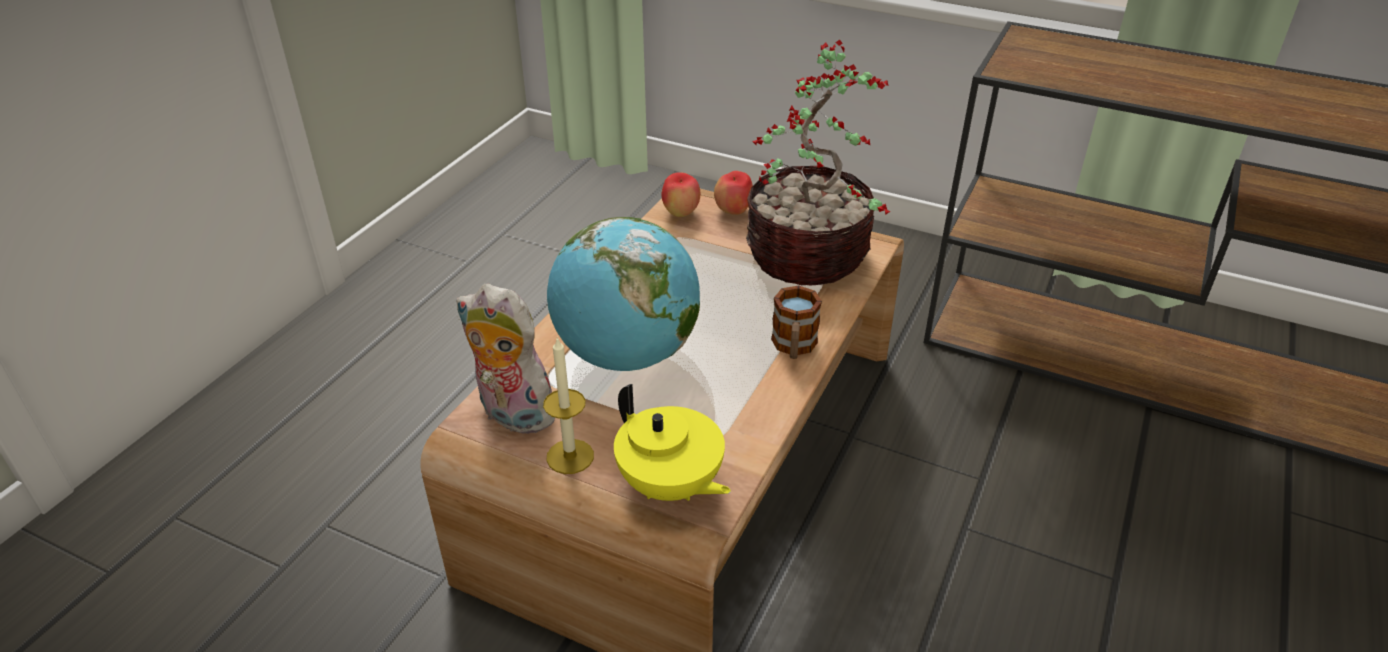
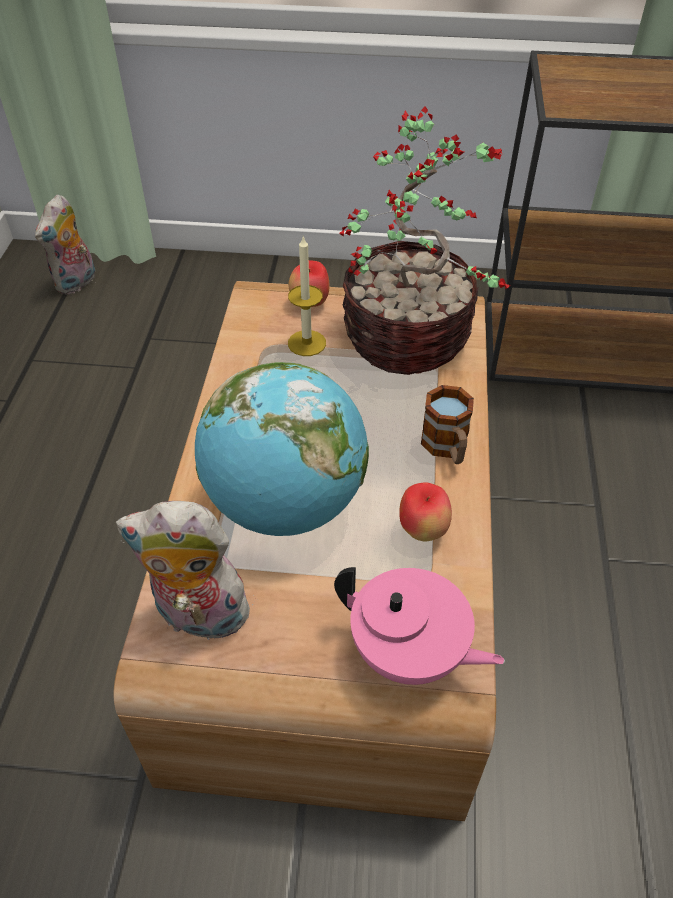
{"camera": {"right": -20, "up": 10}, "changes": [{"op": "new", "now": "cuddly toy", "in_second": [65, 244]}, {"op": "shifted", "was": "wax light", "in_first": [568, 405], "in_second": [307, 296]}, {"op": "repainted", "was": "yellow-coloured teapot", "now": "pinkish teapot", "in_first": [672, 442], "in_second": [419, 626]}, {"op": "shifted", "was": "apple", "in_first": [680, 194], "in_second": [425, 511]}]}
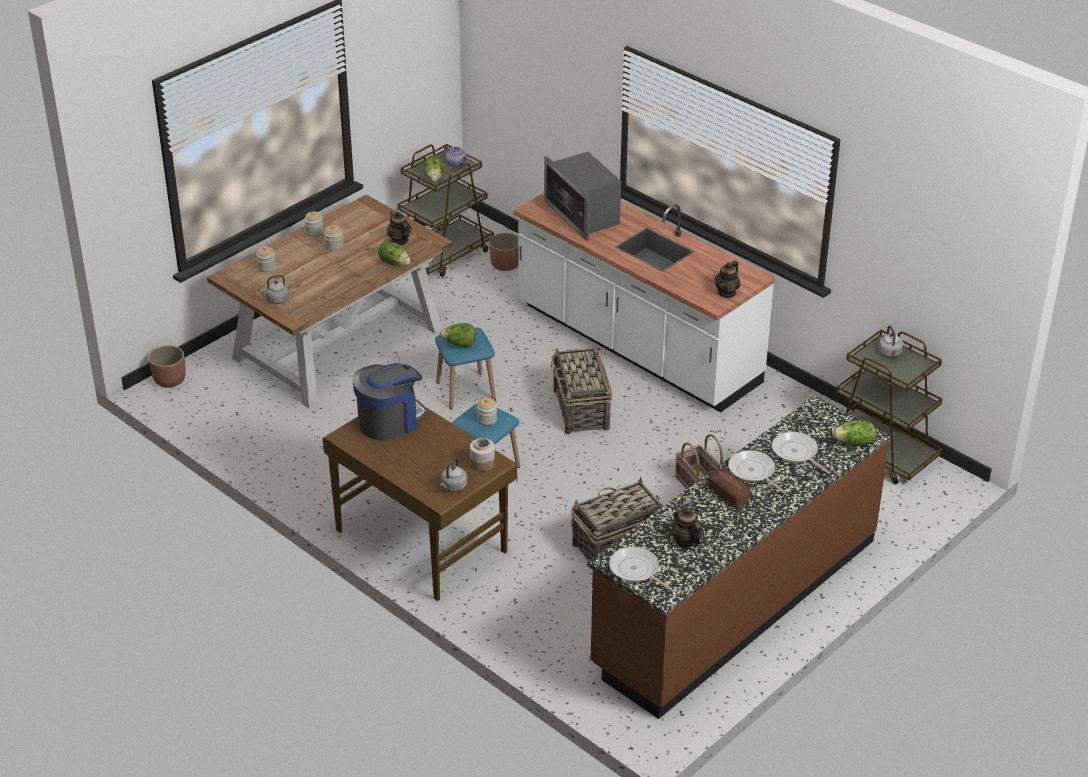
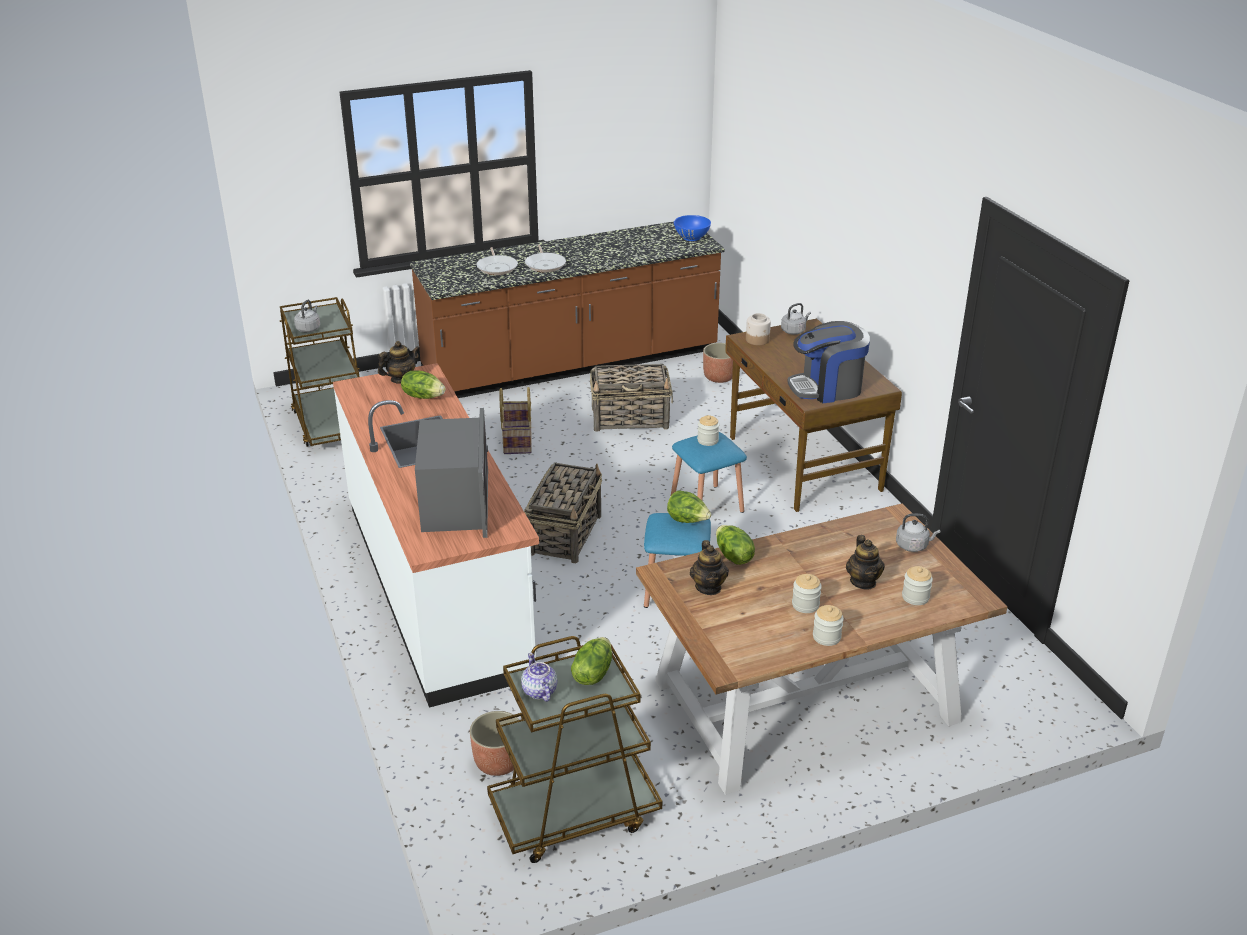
{"camera": {"right": -155, "up": -5}, "changes": [{"op": "shifted", "was": "head of lettuce", "in_first": [854, 433], "in_second": [423, 384]}, {"op": "swapped", "was": "frying pan", "now": "blue-coloured deep dish", "in_first": [642, 569], "in_second": [692, 228]}, {"op": "shifted", "was": "planter", "in_first": [167, 367], "in_second": [718, 363]}, {"op": "shifted", "was": "teapot", "in_first": [687, 526], "in_second": [865, 562]}, {"op": "gone", "was": "baked bread", "in_first": [729, 488]}]}
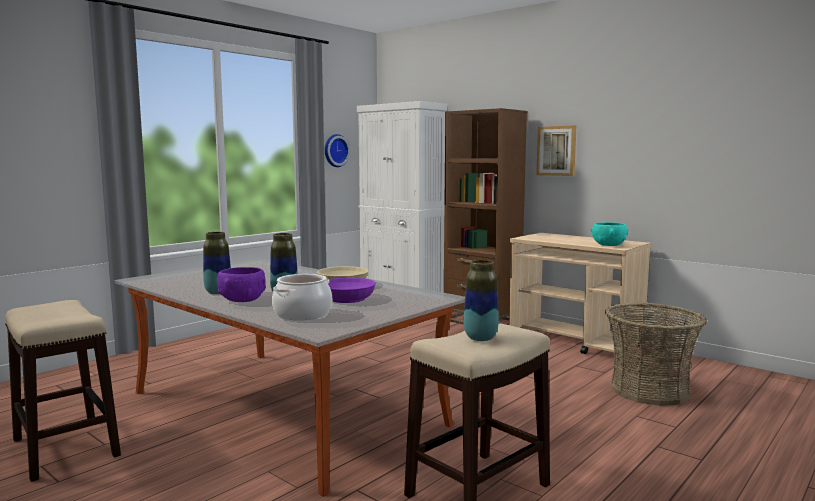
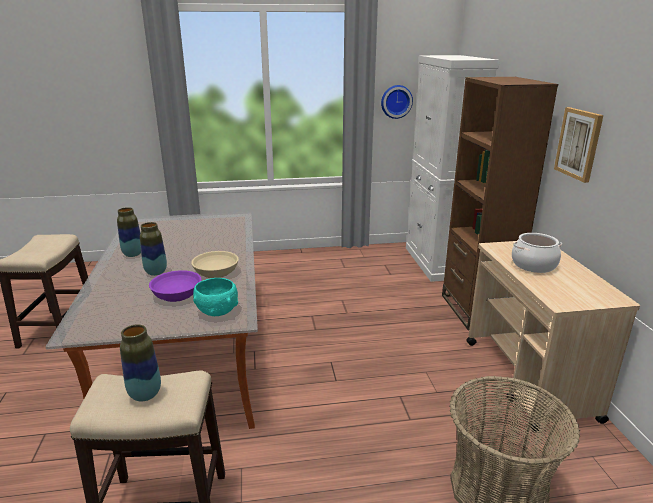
{"camera": {"right": 40, "up": 15}, "changes": [{"op": "shifted", "was": "turquoise deep dish", "in_first": [609, 234], "in_second": [215, 297]}, {"op": "shifted", "was": "stockpot", "in_first": [302, 297], "in_second": [537, 253]}, {"op": "gone", "was": "purple deep dish", "in_first": [241, 284]}]}
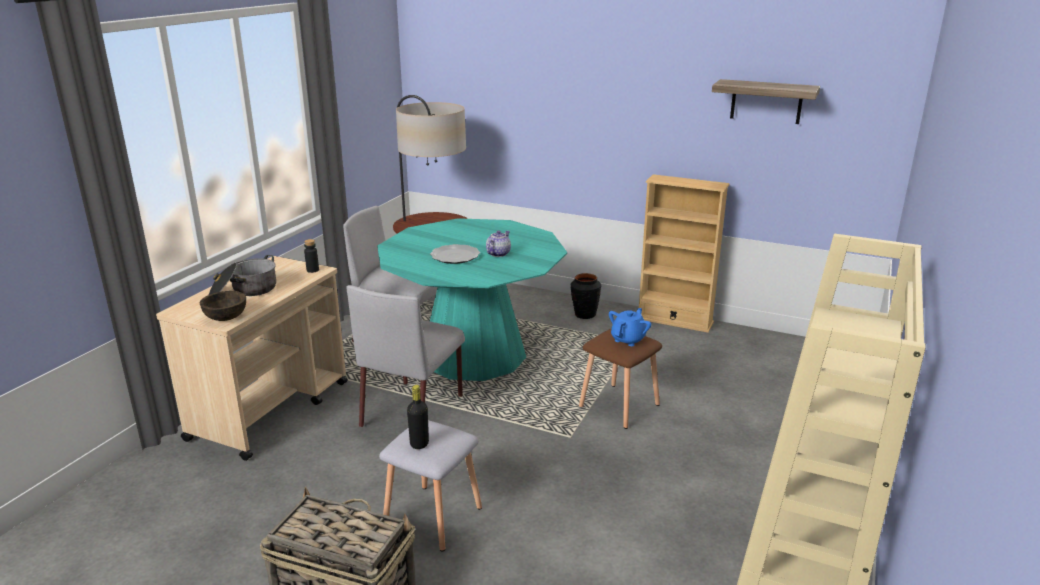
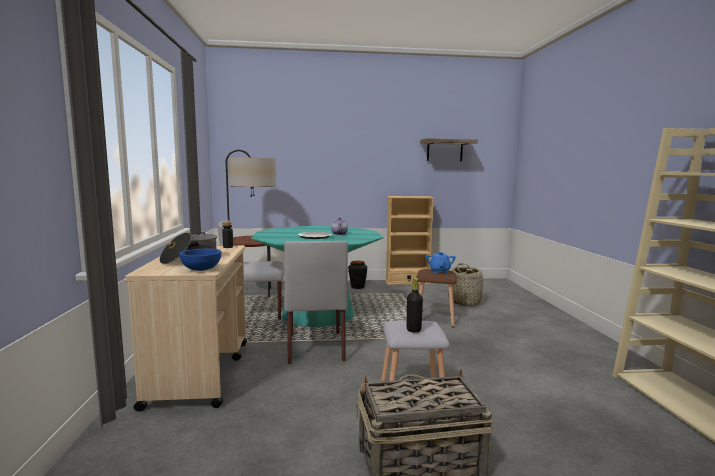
{"camera": {"right": -30, "up": -15}, "changes": [{"op": "repainted", "was": "brownish deep dish", "now": "blue-coloured deep dish", "in_first": [223, 306], "in_second": [200, 259]}, {"op": "new", "now": "storage basket", "in_second": [465, 284]}]}
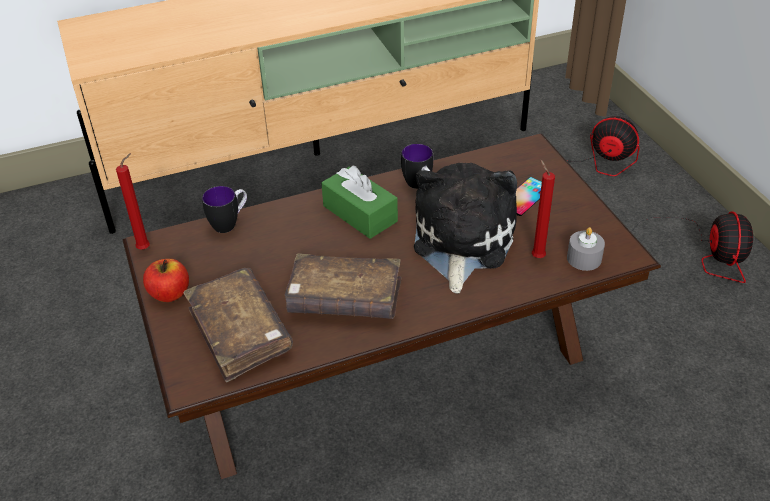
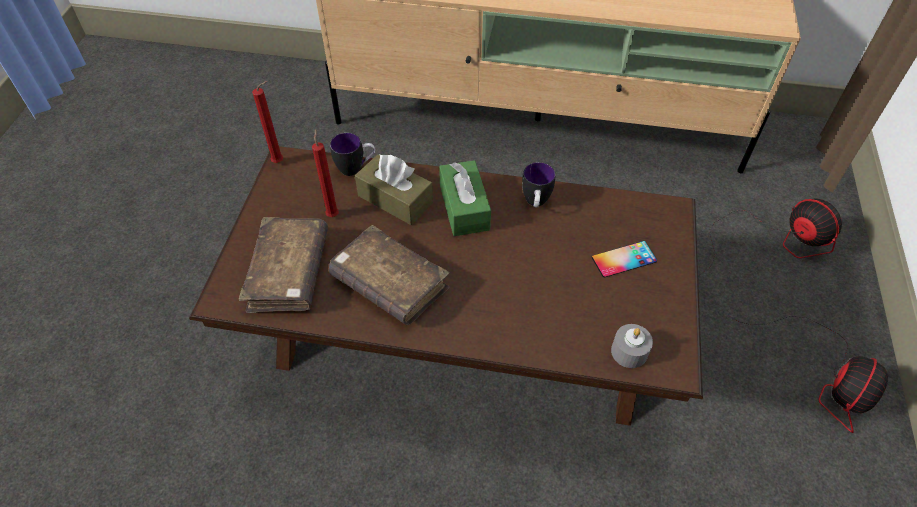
{"camera": {"right": 30, "up": 10}, "changes": [{"op": "shifted", "was": "reddish wax light", "in_first": [543, 208], "in_second": [325, 173]}, {"op": "new", "now": "brownish tissue box", "in_second": [394, 189]}, {"op": "gone", "was": "apple", "in_first": [166, 280]}, {"op": "gone", "was": "cuddly toy", "in_first": [465, 228]}]}
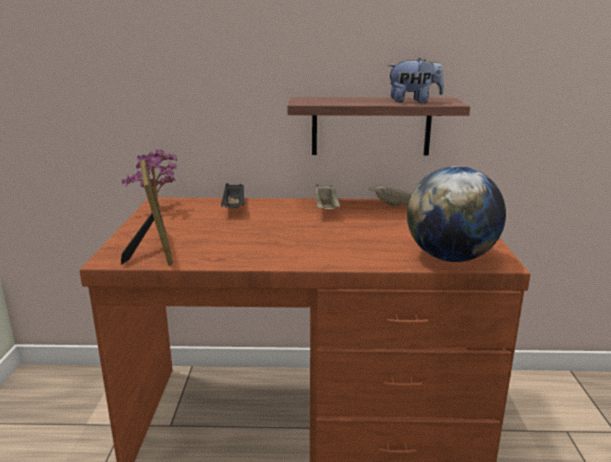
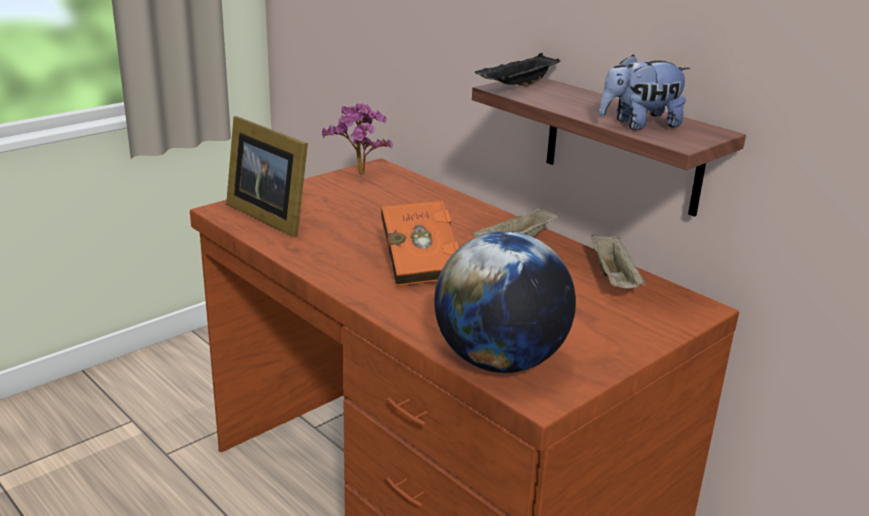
{"camera": {"right": 45, "up": 5}, "changes": [{"op": "rotated", "was": "picture frame", "in_first": [147, 213], "in_second": [267, 176], "clockwise": 105}, {"op": "new", "now": "orange-coloured volume", "in_second": [420, 244]}, {"op": "shifted", "was": "black-coloured carrying tray", "in_first": [233, 195], "in_second": [517, 70]}, {"op": "rotated", "was": "cuddly toy", "in_first": [415, 80], "in_second": [644, 92], "clockwise": 120}]}
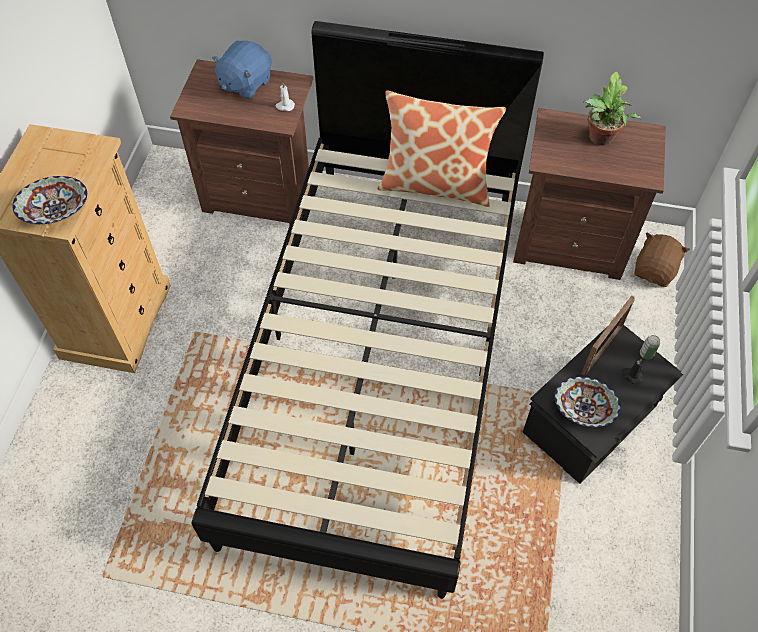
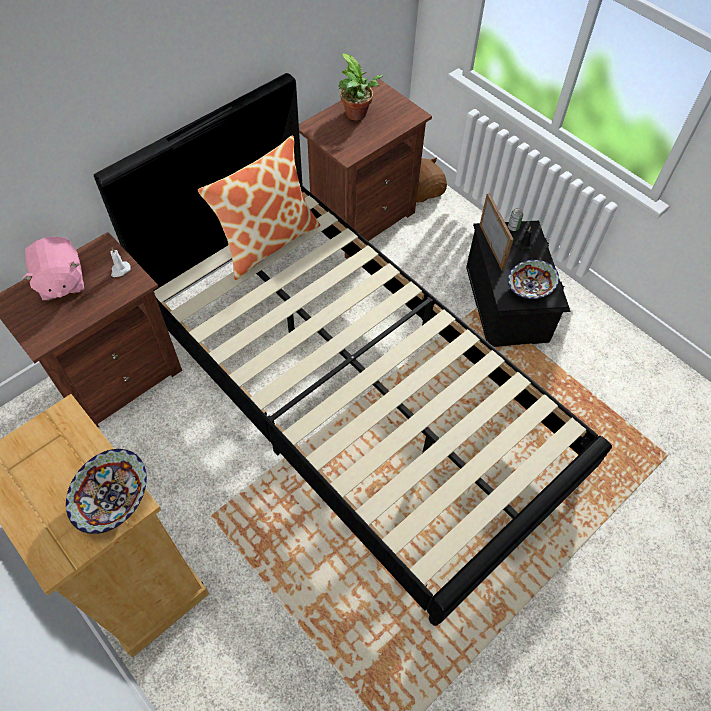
{"camera": {"right": -55, "up": 0}, "changes": [{"op": "repainted", "was": "blue-coloured cuddly toy", "now": "pinkish cuddly toy", "in_first": [242, 70], "in_second": [53, 269]}]}
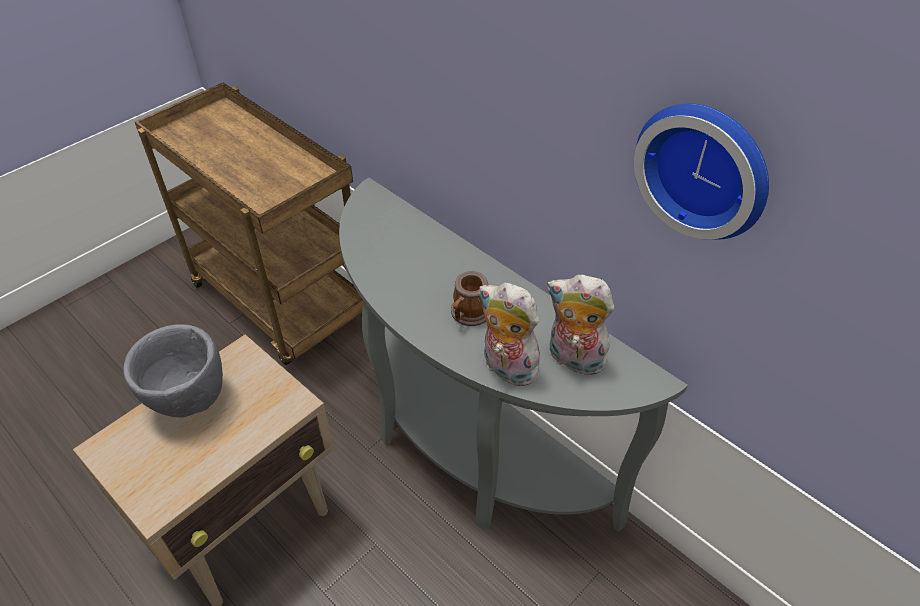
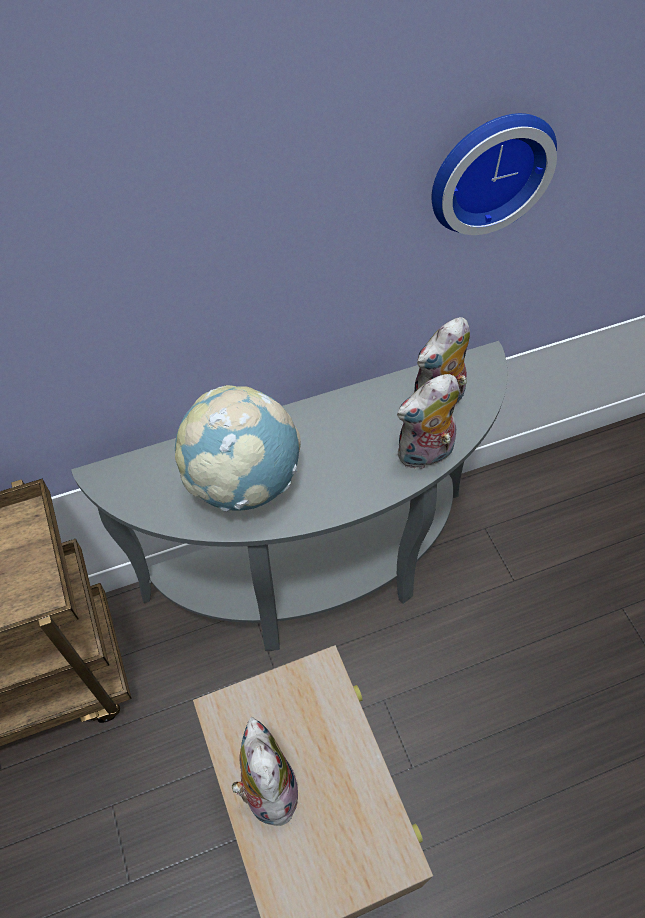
{"camera": {"right": -65, "up": 10}, "changes": [{"op": "new", "now": "globe", "in_second": [238, 448]}, {"op": "swapped", "was": "greyish deep dish", "now": "cuddly toy", "in_first": [173, 371], "in_second": [266, 771]}, {"op": "gone", "was": "mug", "in_first": [469, 298]}]}
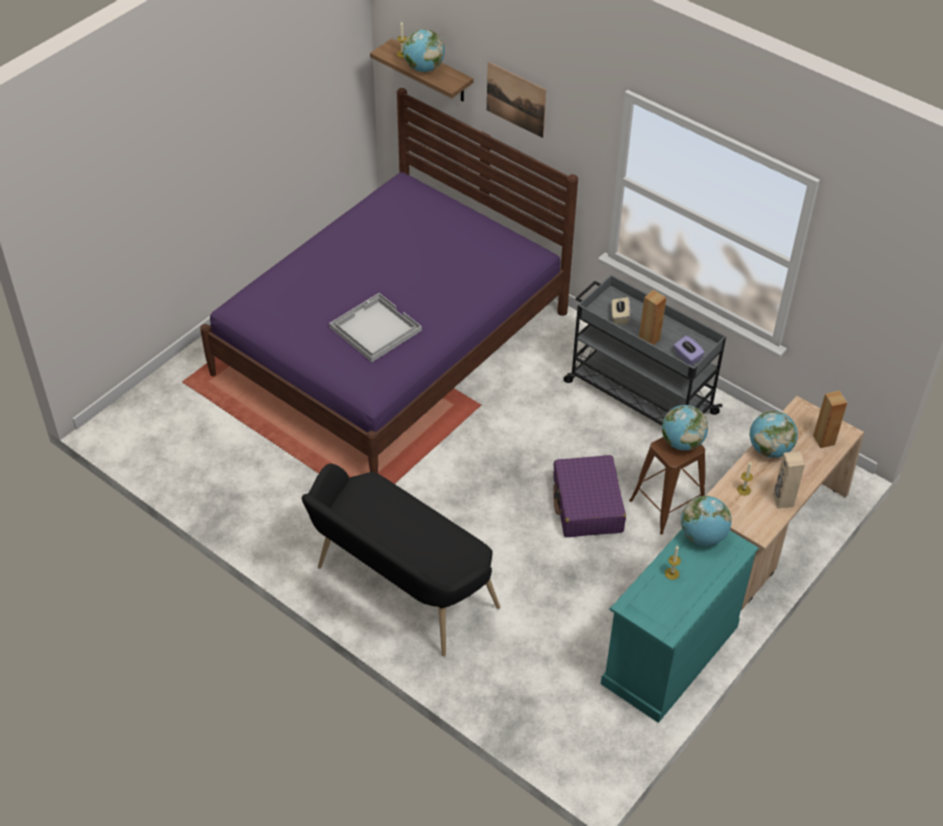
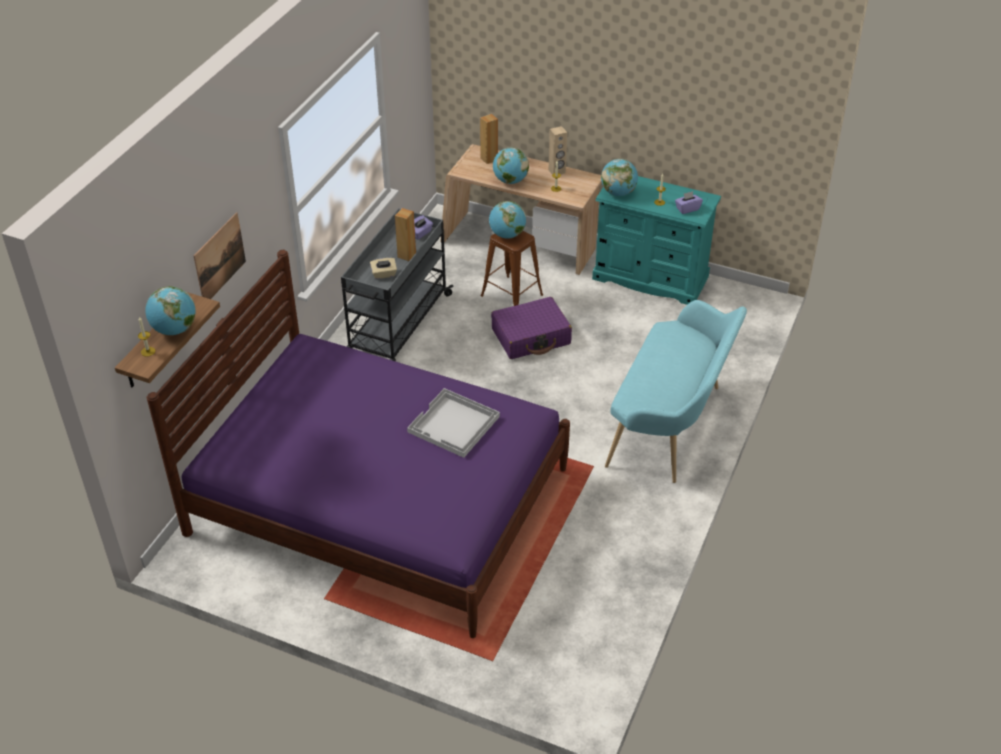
{"camera": {"right": -105, "up": -5}, "changes": [{"op": "repainted", "was": "black-coloured long seat", "now": "turquoise long seat", "in_first": [401, 560], "in_second": [676, 391]}, {"op": "new", "now": "purple tissue box", "in_second": [689, 202]}]}
